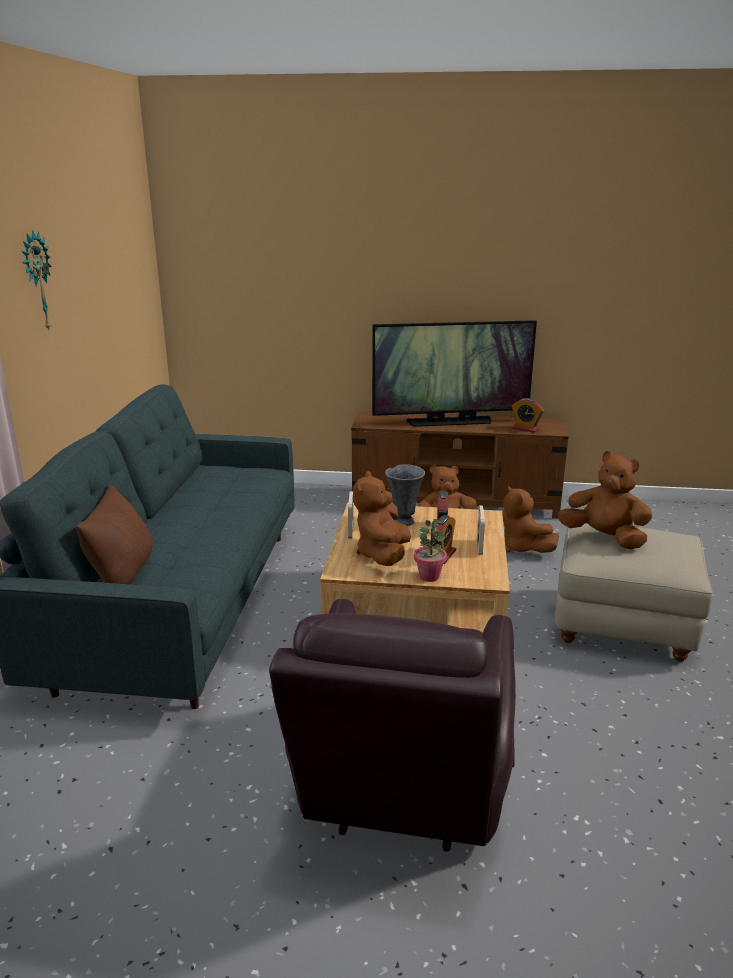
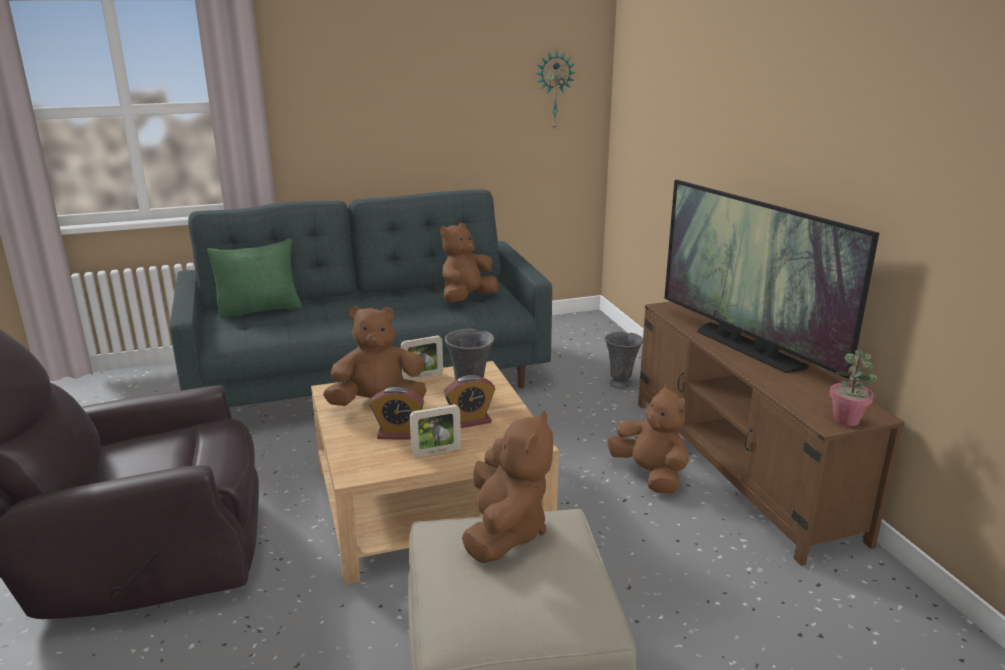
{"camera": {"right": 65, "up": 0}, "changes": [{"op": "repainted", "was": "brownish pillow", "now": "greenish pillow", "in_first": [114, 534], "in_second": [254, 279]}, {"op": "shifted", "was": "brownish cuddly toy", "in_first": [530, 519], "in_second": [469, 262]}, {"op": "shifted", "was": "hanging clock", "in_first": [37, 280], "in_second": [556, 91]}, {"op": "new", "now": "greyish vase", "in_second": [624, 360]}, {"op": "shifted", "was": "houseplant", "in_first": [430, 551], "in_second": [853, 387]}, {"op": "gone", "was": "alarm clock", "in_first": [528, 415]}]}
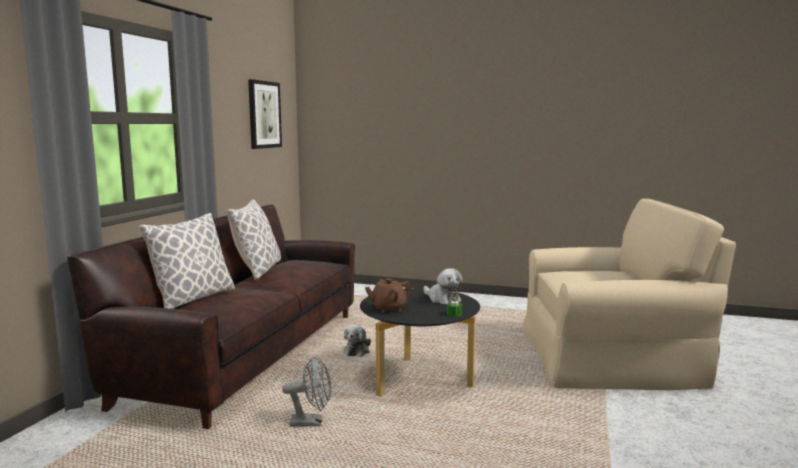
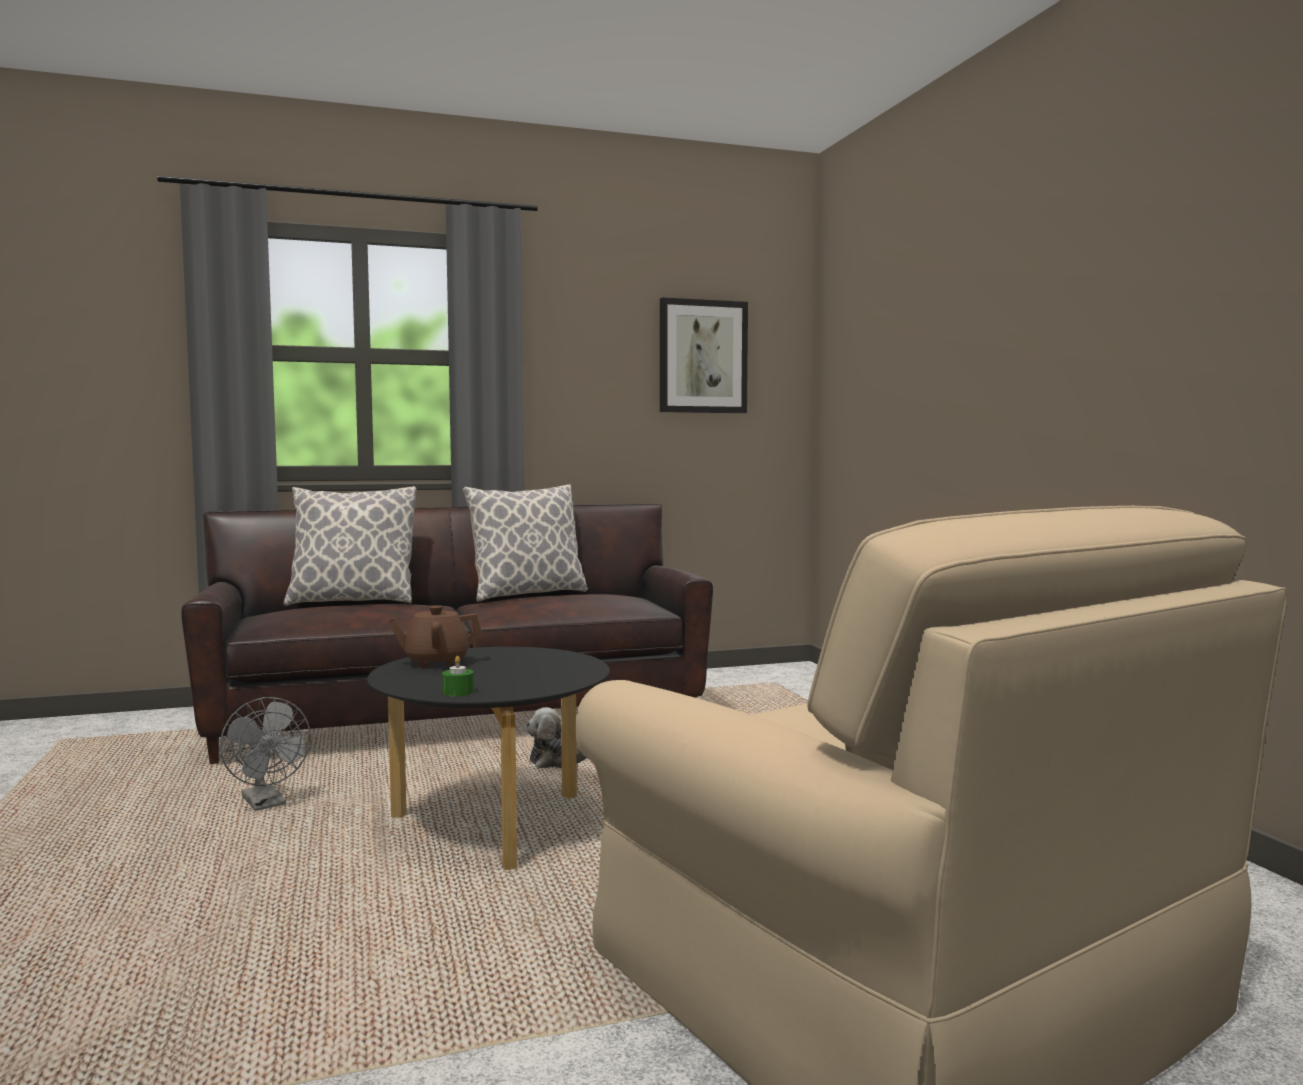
{"camera": {"right": 55, "up": -5}, "changes": [{"op": "rotated", "was": "brownish teapot", "in_first": [388, 295], "in_second": [435, 636], "clockwise": -45}, {"op": "gone", "was": "cuddly toy", "in_first": [443, 286]}]}
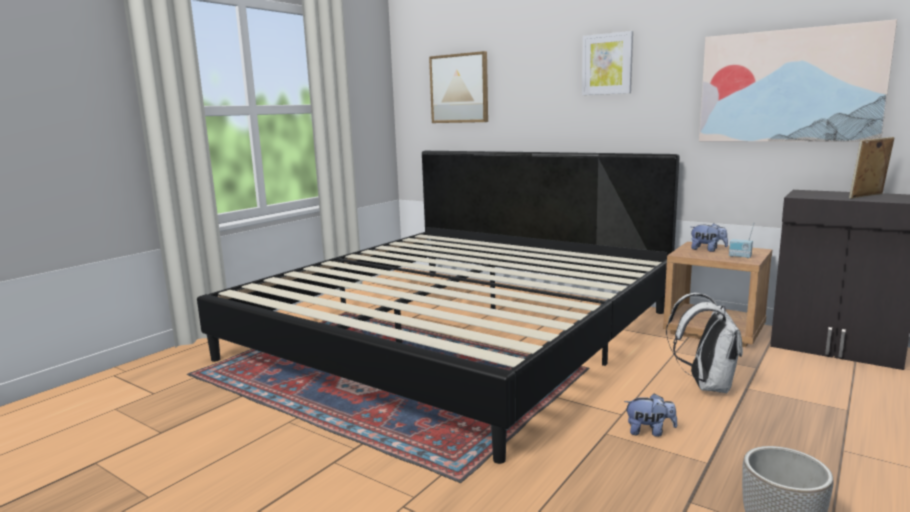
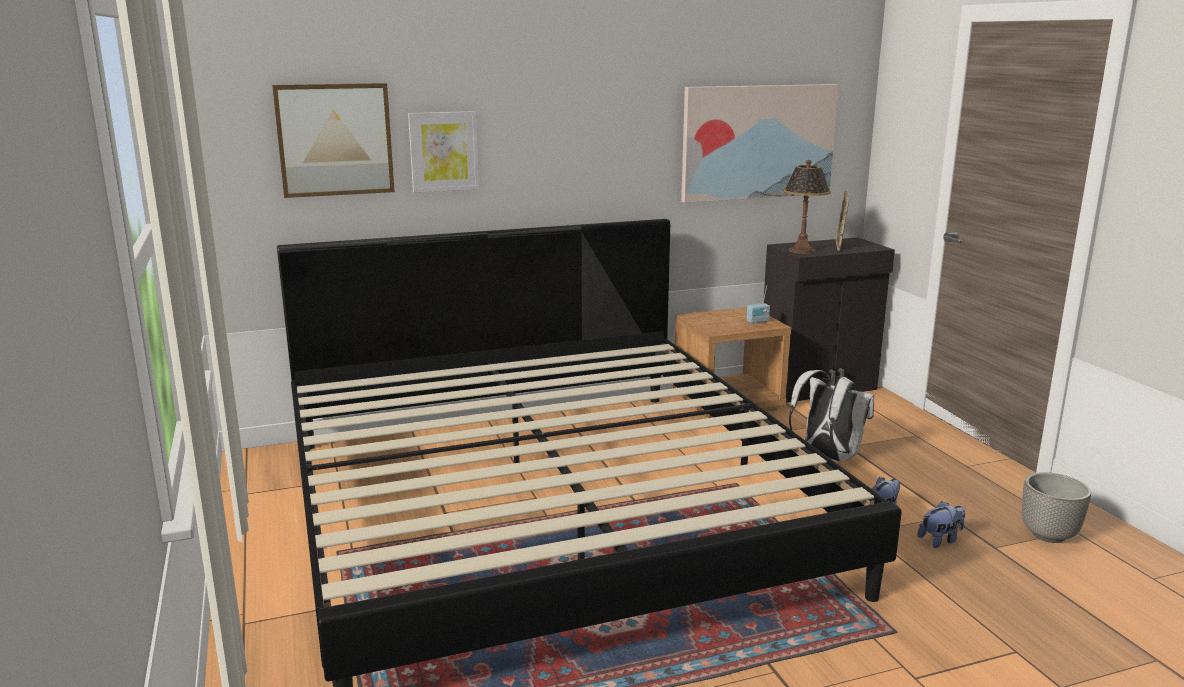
{"camera": {"right": -55, "up": 5}, "changes": [{"op": "shifted", "was": "wall picture", "in_first": [607, 63], "in_second": [444, 152]}, {"op": "new", "now": "table lamp", "in_second": [807, 207]}, {"op": "shifted", "was": "cuddly toy", "in_first": [709, 237], "in_second": [941, 524]}]}
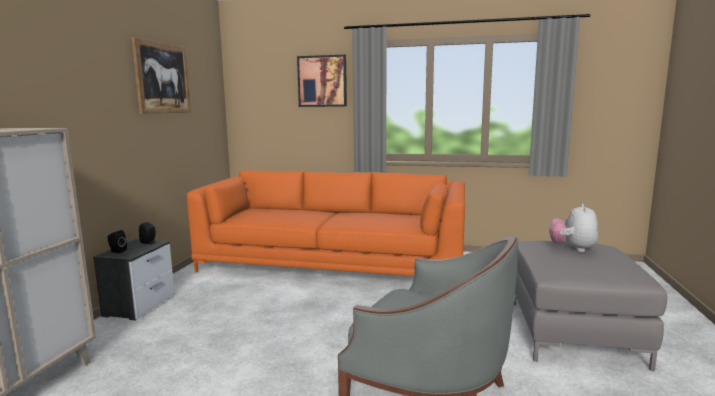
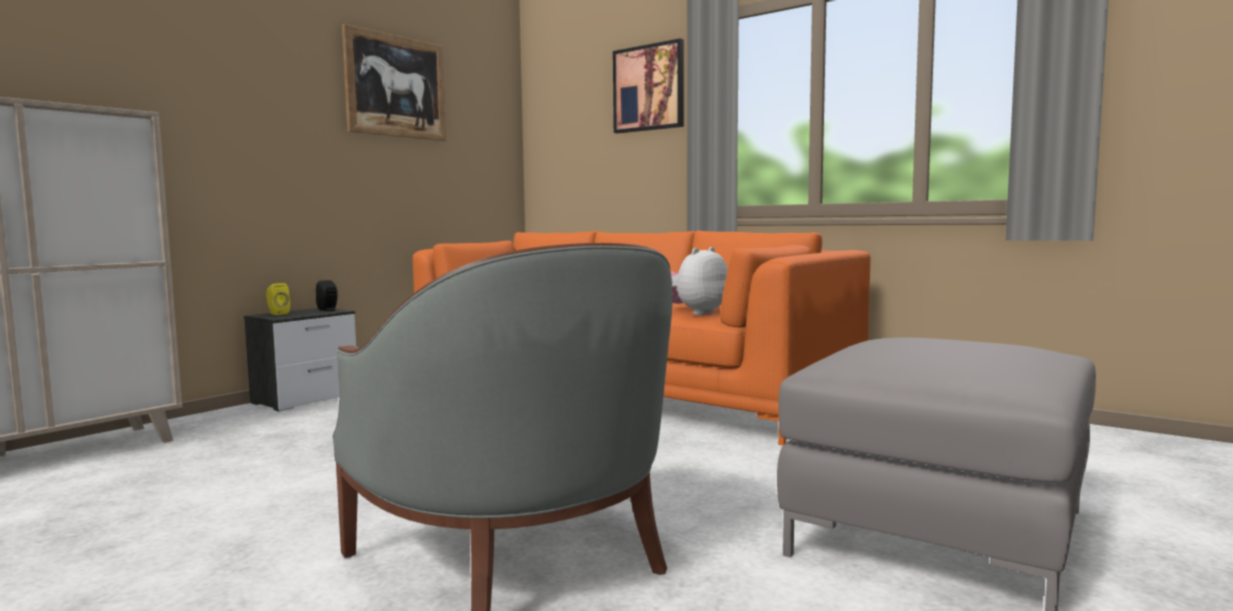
{"camera": {"right": 25, "up": -5}, "changes": [{"op": "repainted", "was": "black-coloured audio speaker", "now": "yellow-coloured audio speaker", "in_first": [117, 241], "in_second": [278, 299]}, {"op": "shifted", "was": "cuddly toy", "in_first": [573, 227], "in_second": [699, 281]}]}
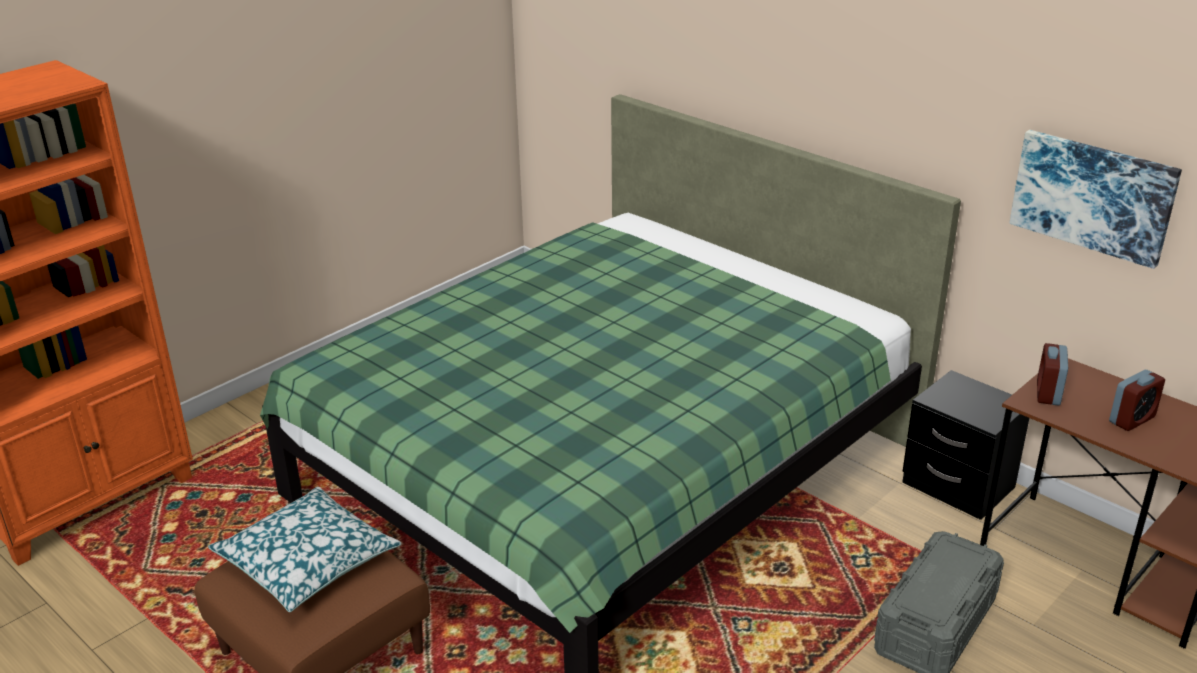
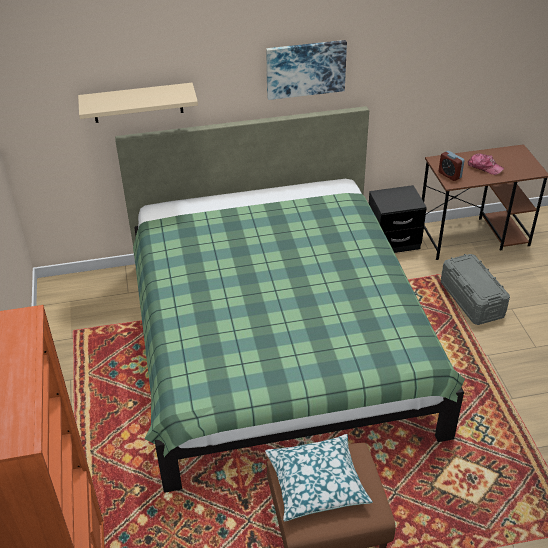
{"camera": {"right": -55, "up": 10}, "changes": [{"op": "new", "now": "sand-coloured bracket shelf", "in_second": [138, 103]}, {"op": "shifted", "was": "wall picture", "in_first": [1095, 199], "in_second": [306, 70]}, {"op": "swapped", "was": "alarm clock", "now": "cap", "in_first": [1137, 400], "in_second": [486, 164]}]}
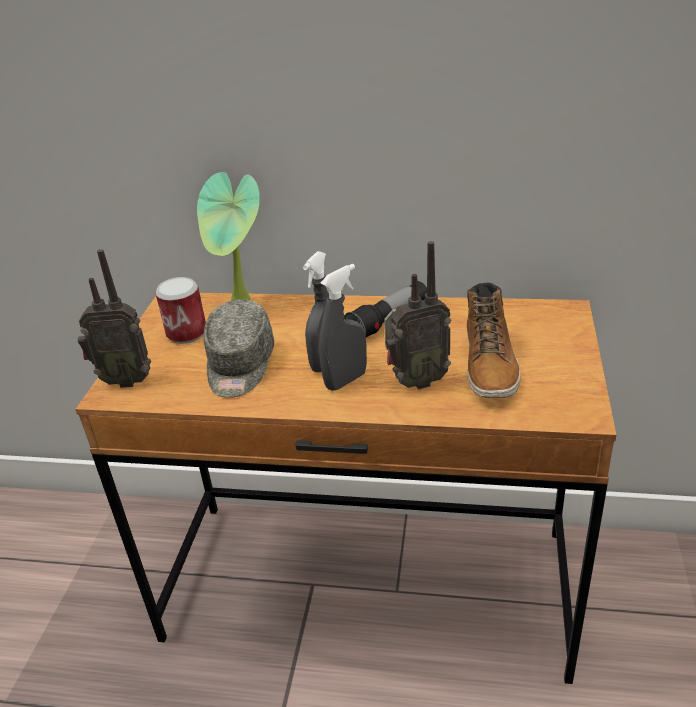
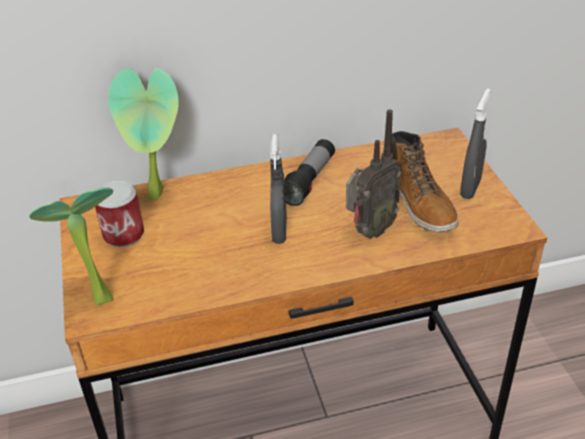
{"camera": {"right": -25, "up": 5}, "changes": [{"op": "swapped", "was": "radio", "now": "houseplant", "in_first": [114, 318], "in_second": [71, 246]}, {"op": "shifted", "was": "greyish sprayer", "in_first": [343, 327], "in_second": [475, 143]}, {"op": "gone", "was": "greyish cap", "in_first": [239, 348]}]}
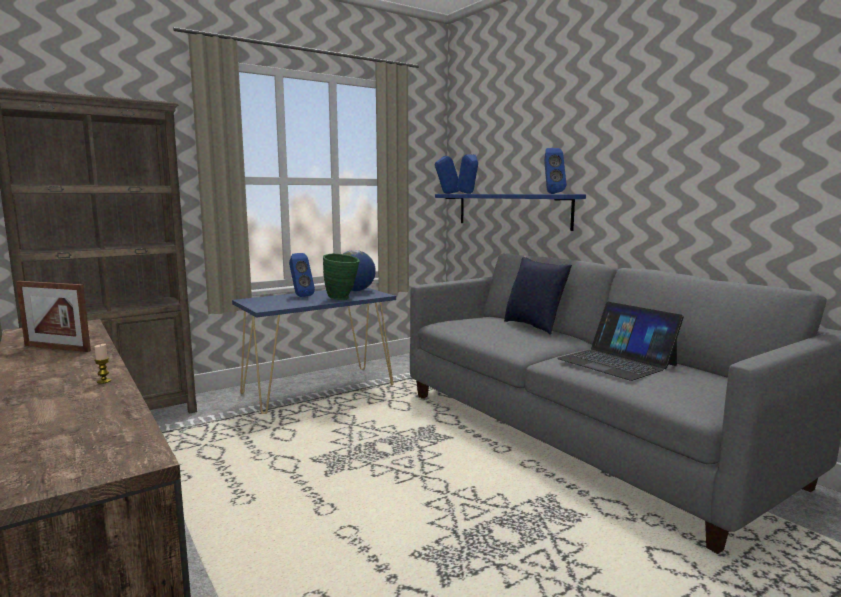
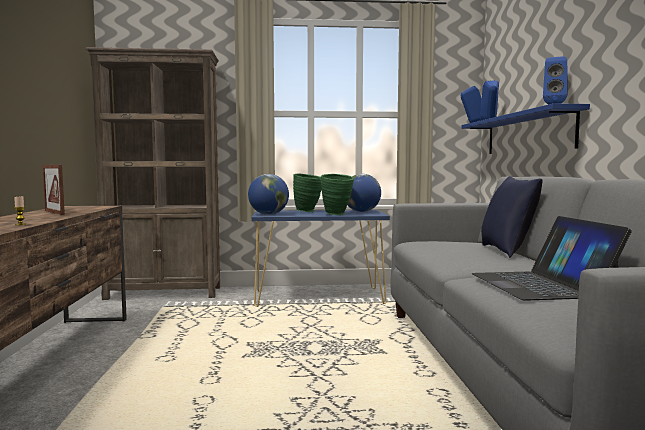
{"camera": {"right": 30, "up": -5}, "changes": [{"op": "new", "now": "globe", "in_second": [268, 194]}, {"op": "swapped", "was": "blue-coloured audio speaker", "now": "greenish vase", "in_first": [302, 275], "in_second": [307, 192]}]}
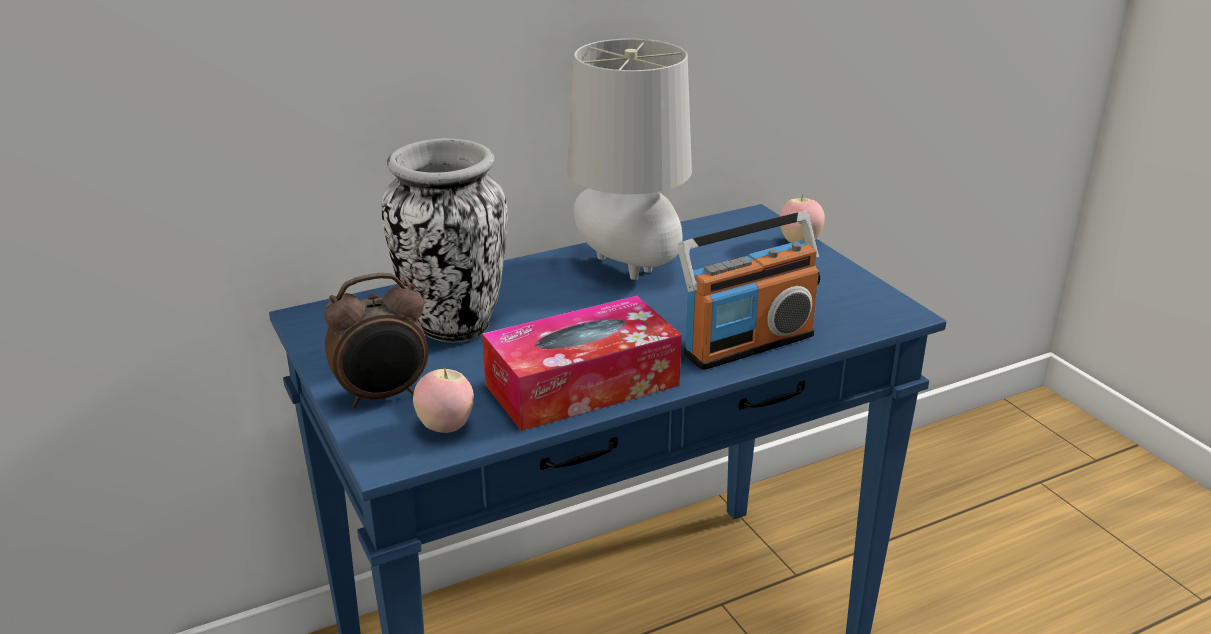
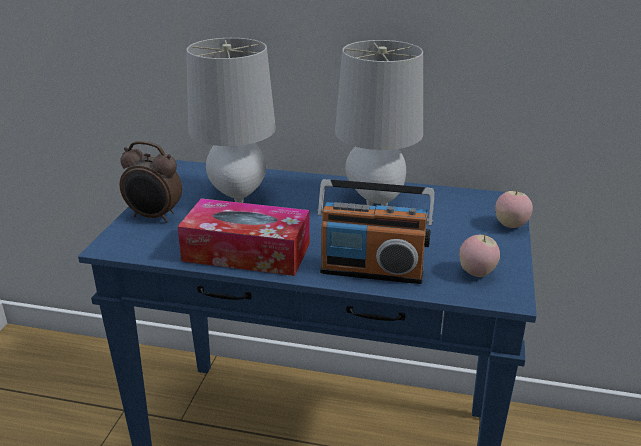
{"camera": {"right": 40, "up": 0}, "changes": [{"op": "swapped", "was": "vase", "now": "greyish table lamp", "in_first": [444, 240], "in_second": [231, 120]}, {"op": "shifted", "was": "apple", "in_first": [443, 400], "in_second": [479, 255]}]}
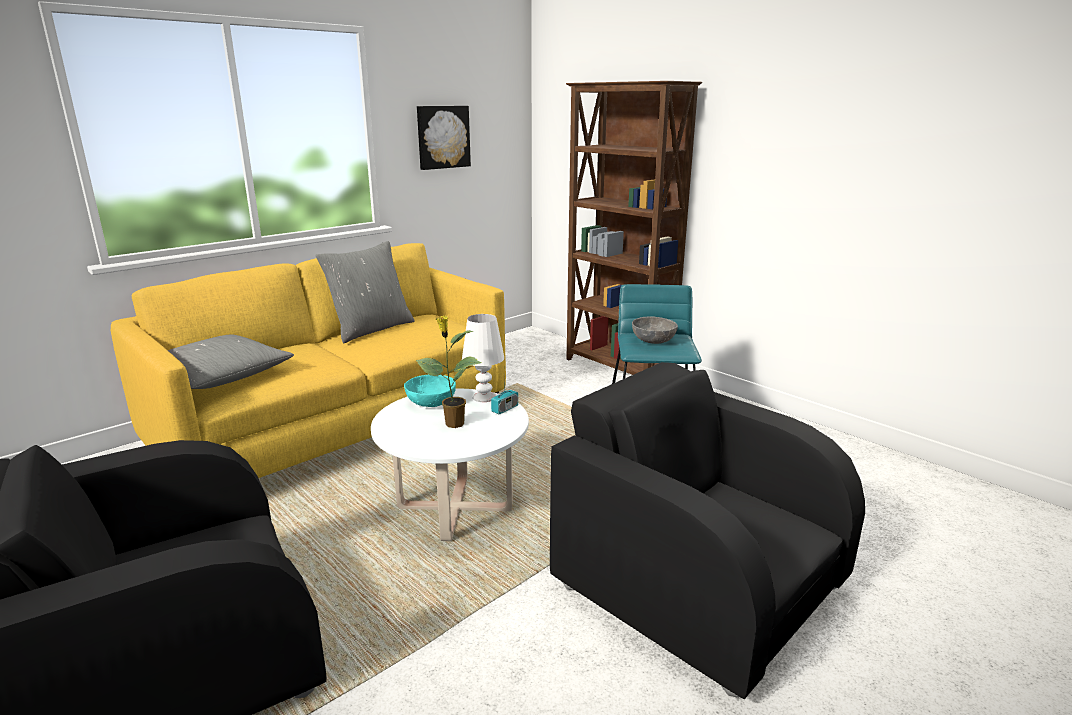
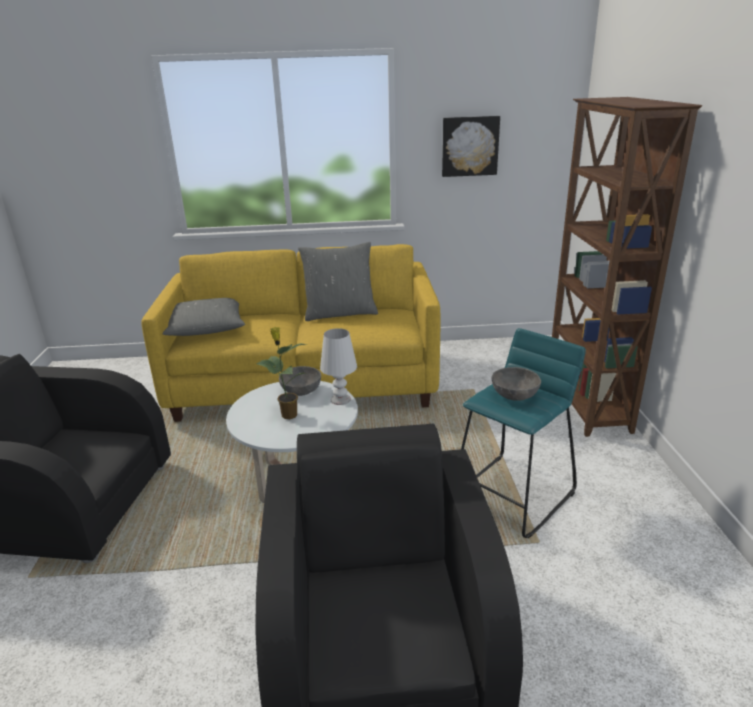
{"camera": {"right": 40, "up": 5}, "changes": [{"op": "repainted", "was": "turquoise deep dish", "now": "greyish deep dish", "in_first": [430, 391], "in_second": [300, 381]}, {"op": "gone", "was": "radio", "in_first": [504, 395]}]}
